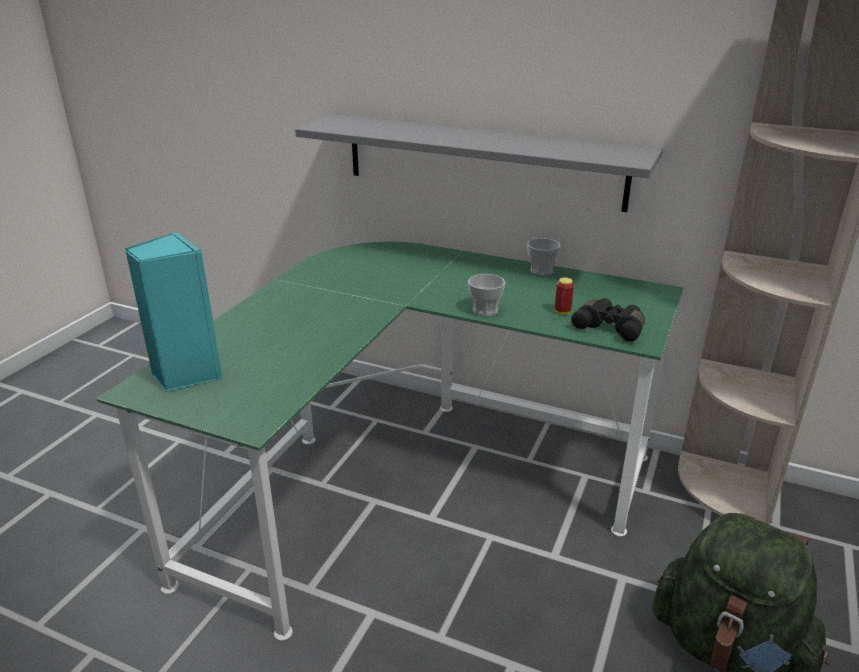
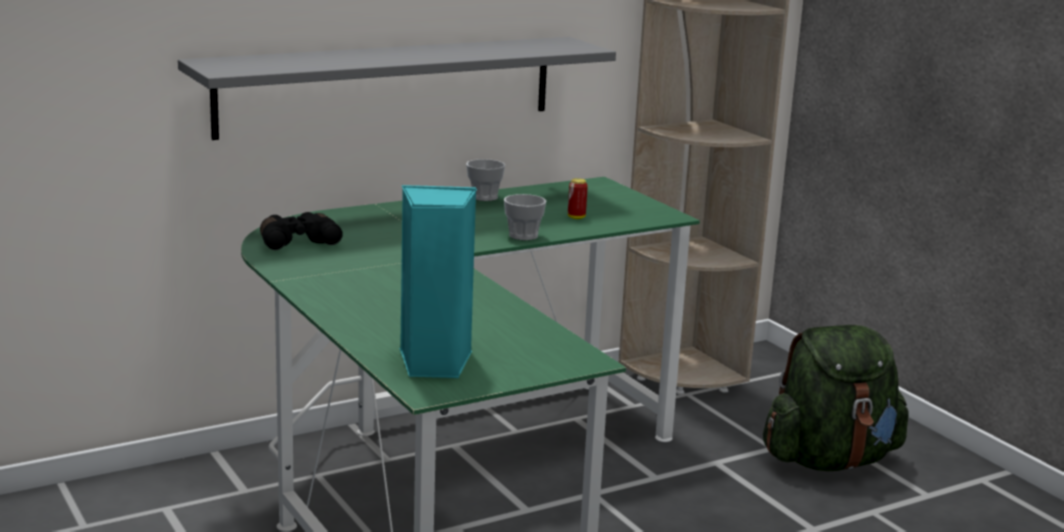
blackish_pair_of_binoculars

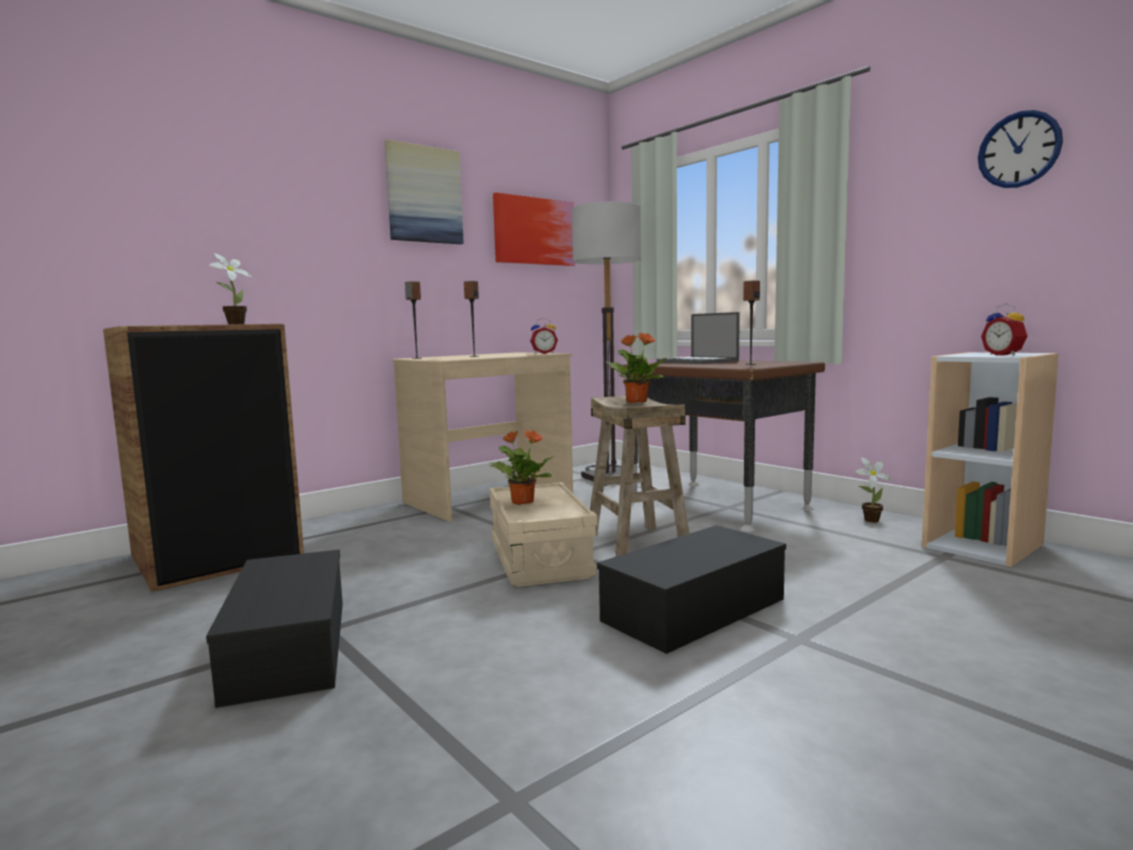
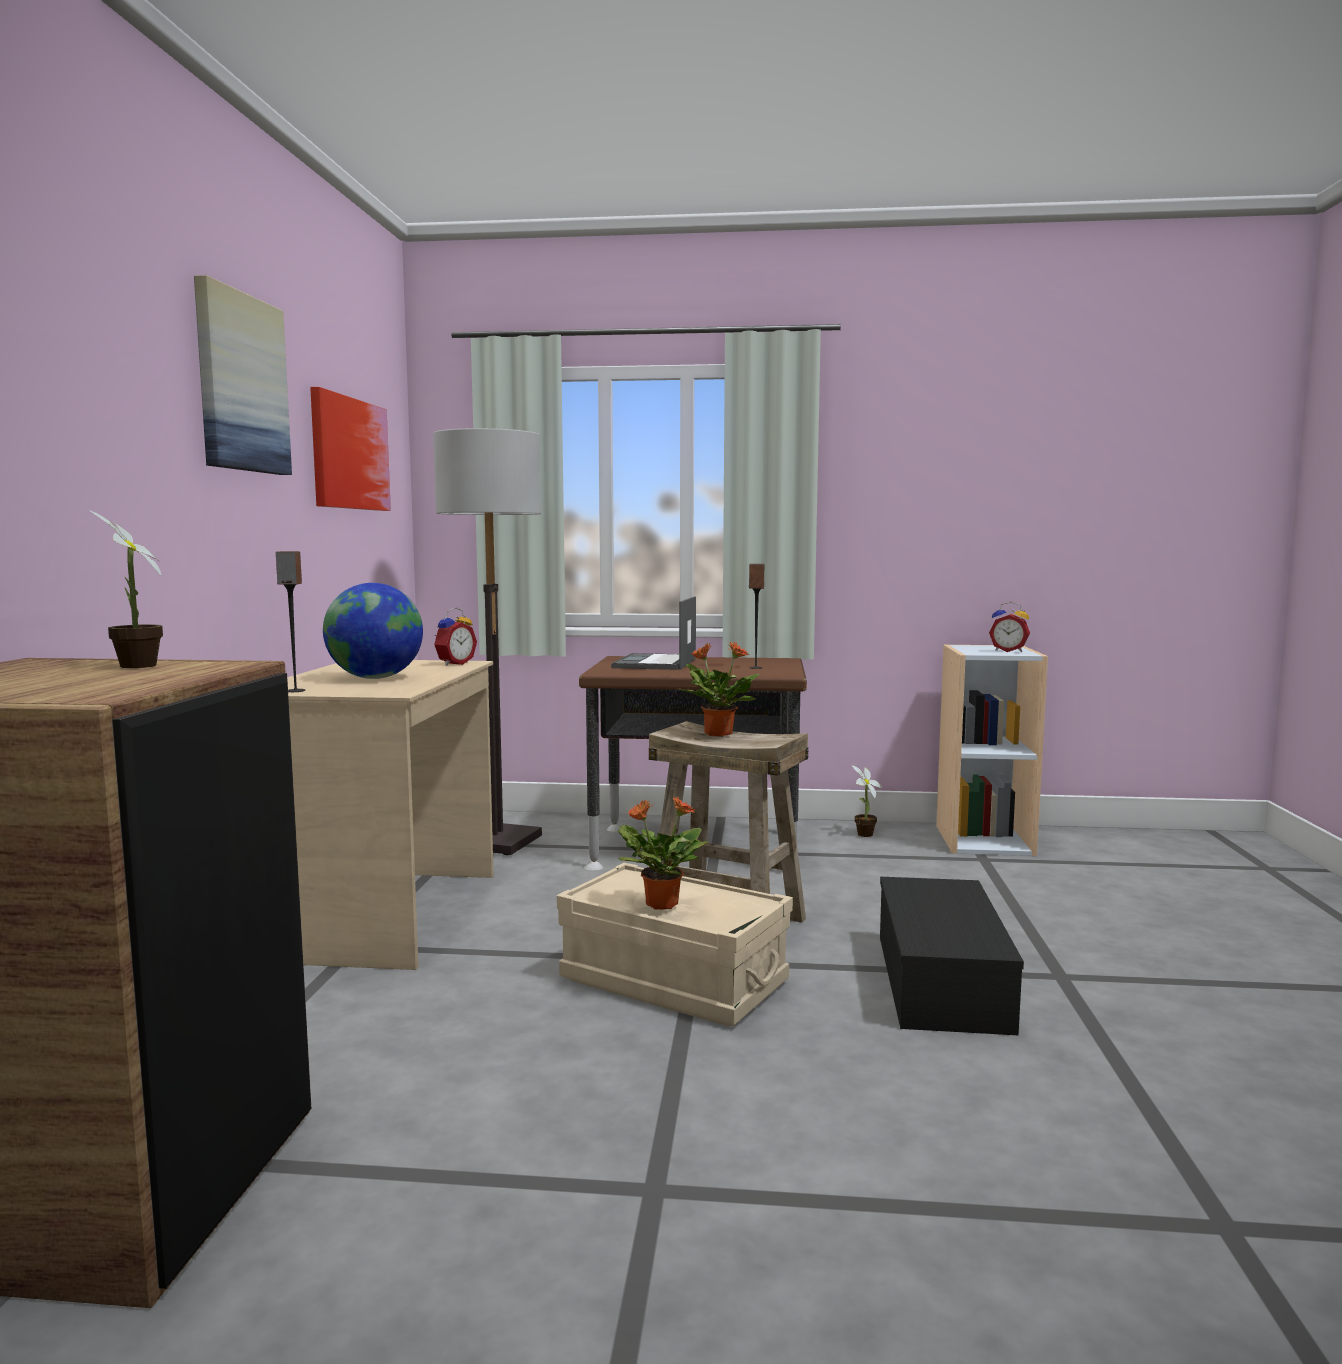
blackish_storage_box (1st from left in the first image)
globe
laptop
wall_clock

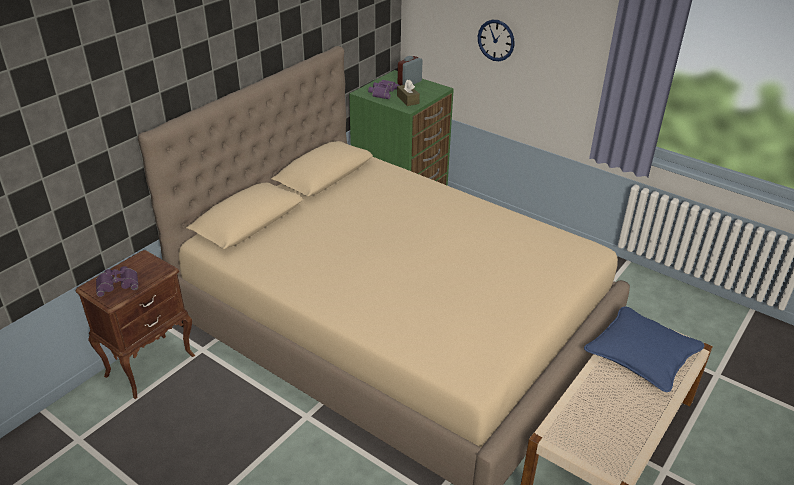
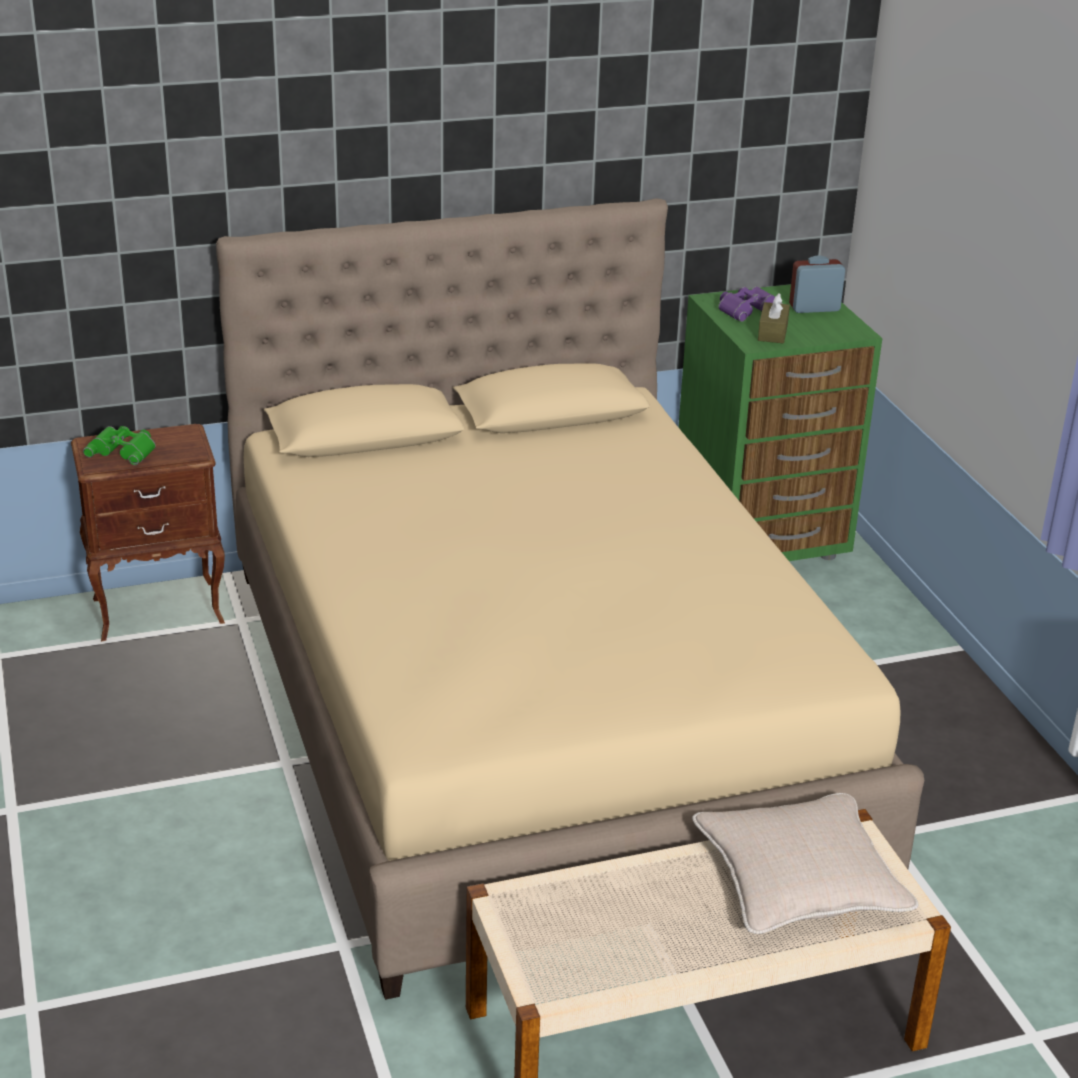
green_pair_of_binoculars
wall_clock
beige-coloured_throw_pillow

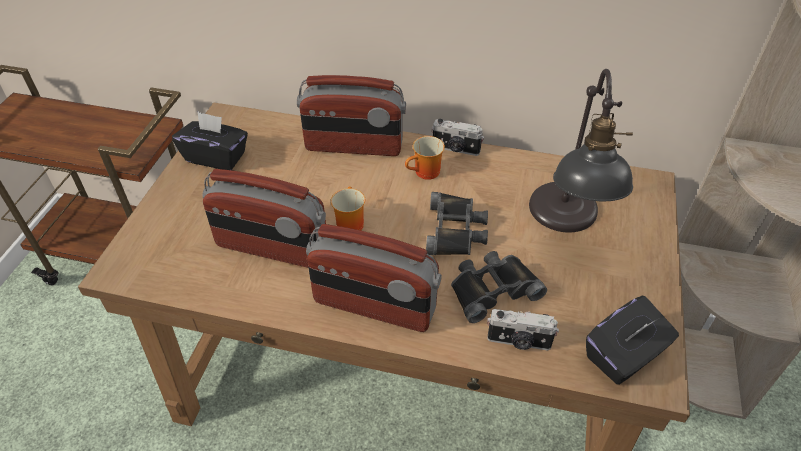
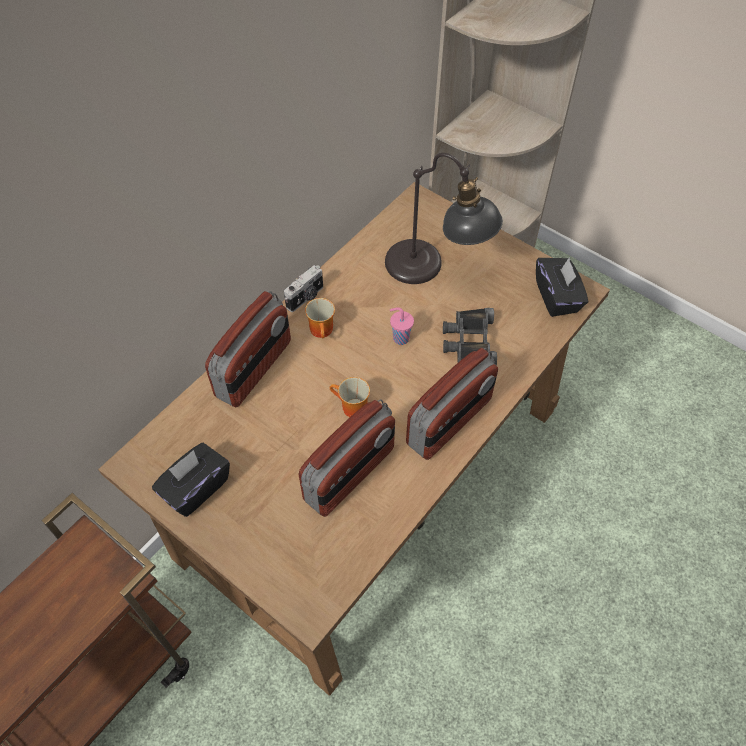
pink_drinking_cup
still_camera (2nd from left in the first image)

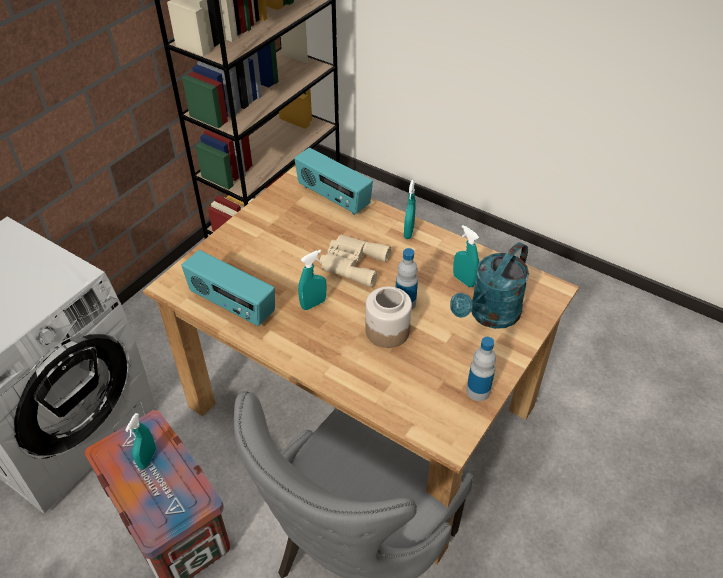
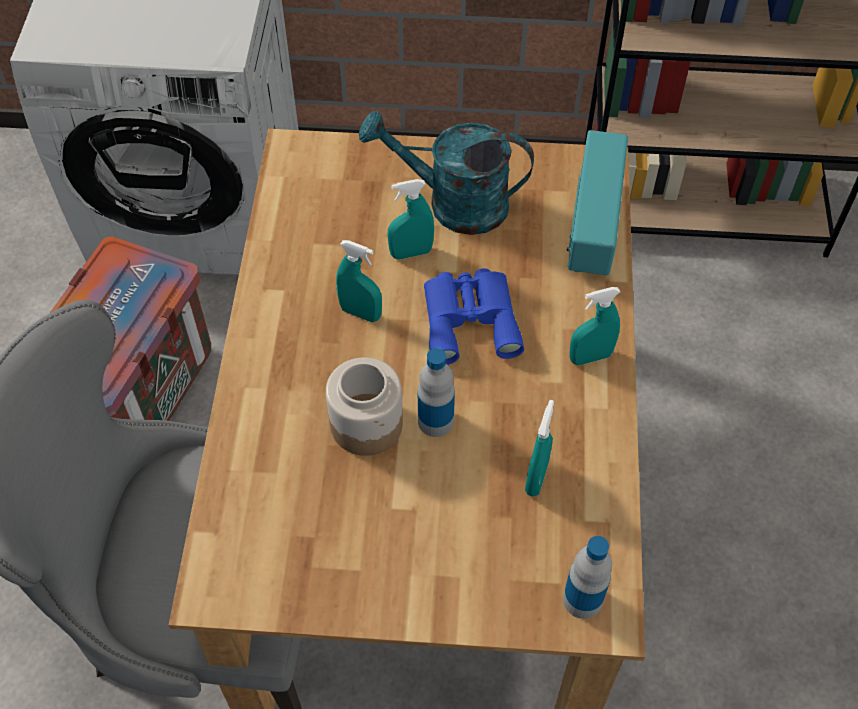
turquoise-coloured_spray_bottle (2nd from left)
radio_set (1st from left in the first image)
blue_pair_of_binoculars
turquoise-coloured_sprinkling_can
beverage_bottle (2nd from left)

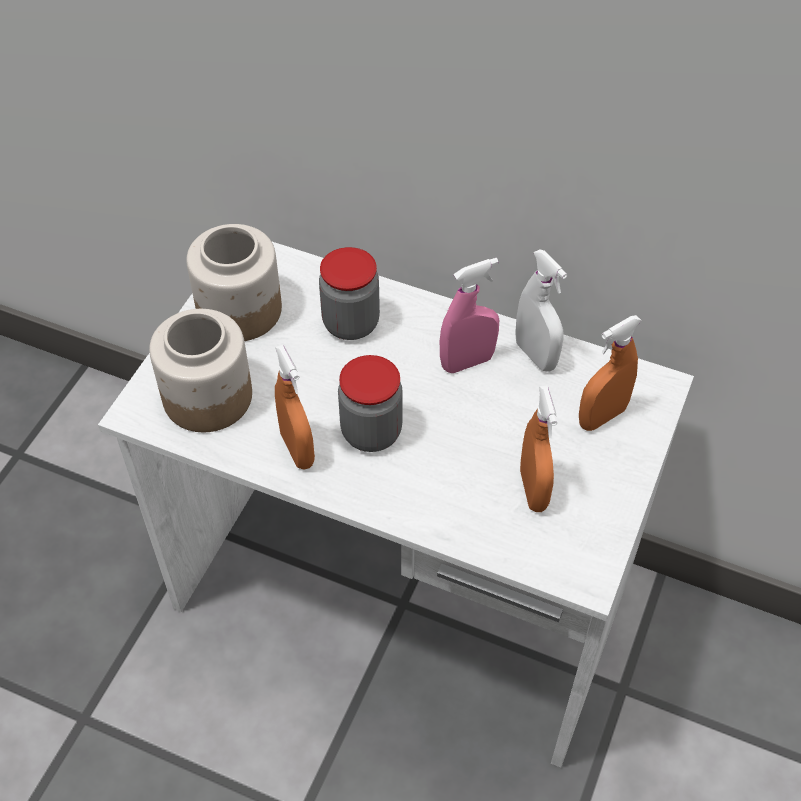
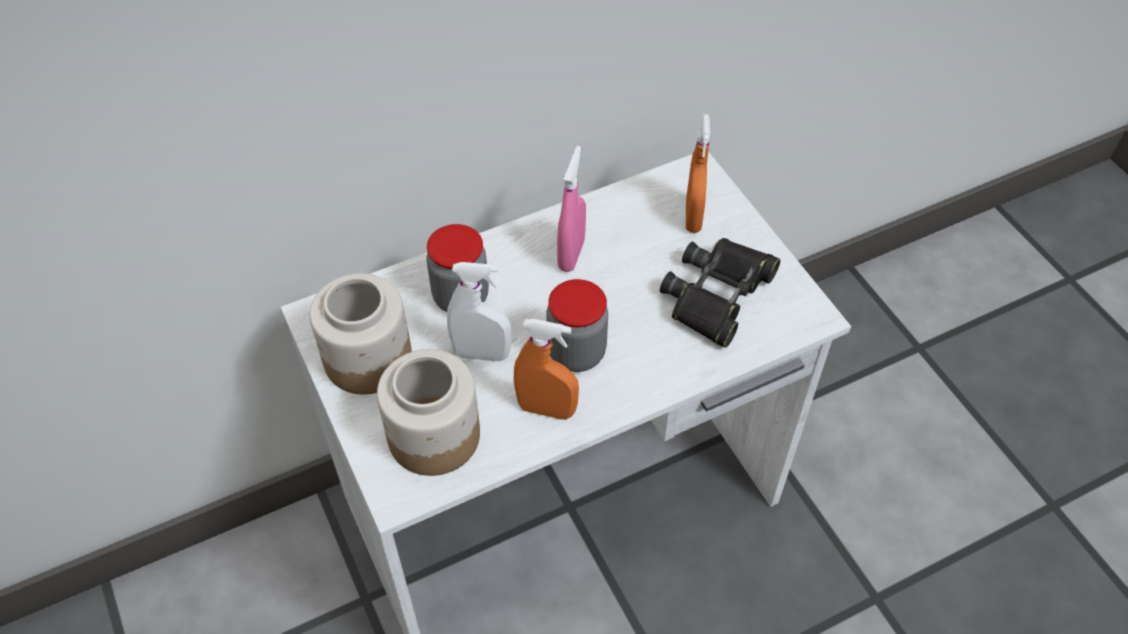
white-coloured_spray_bottle
blackish_pair_of_binoculars

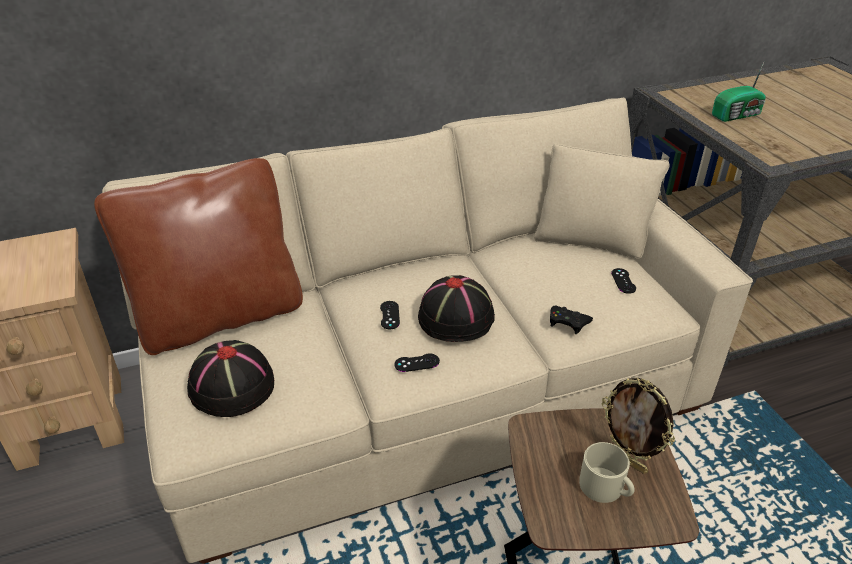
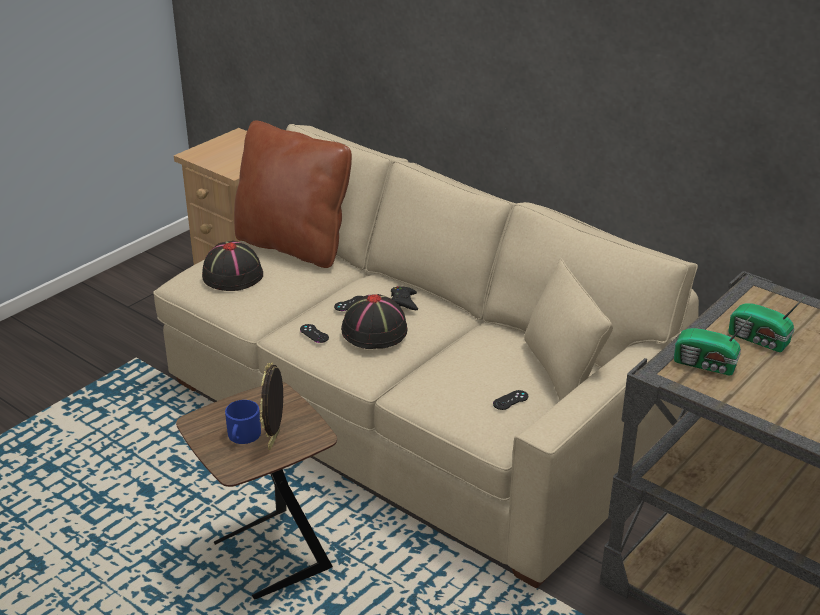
blackish_joypad (3rd from left)
blue_tea_mug
radio_set (1st from left)

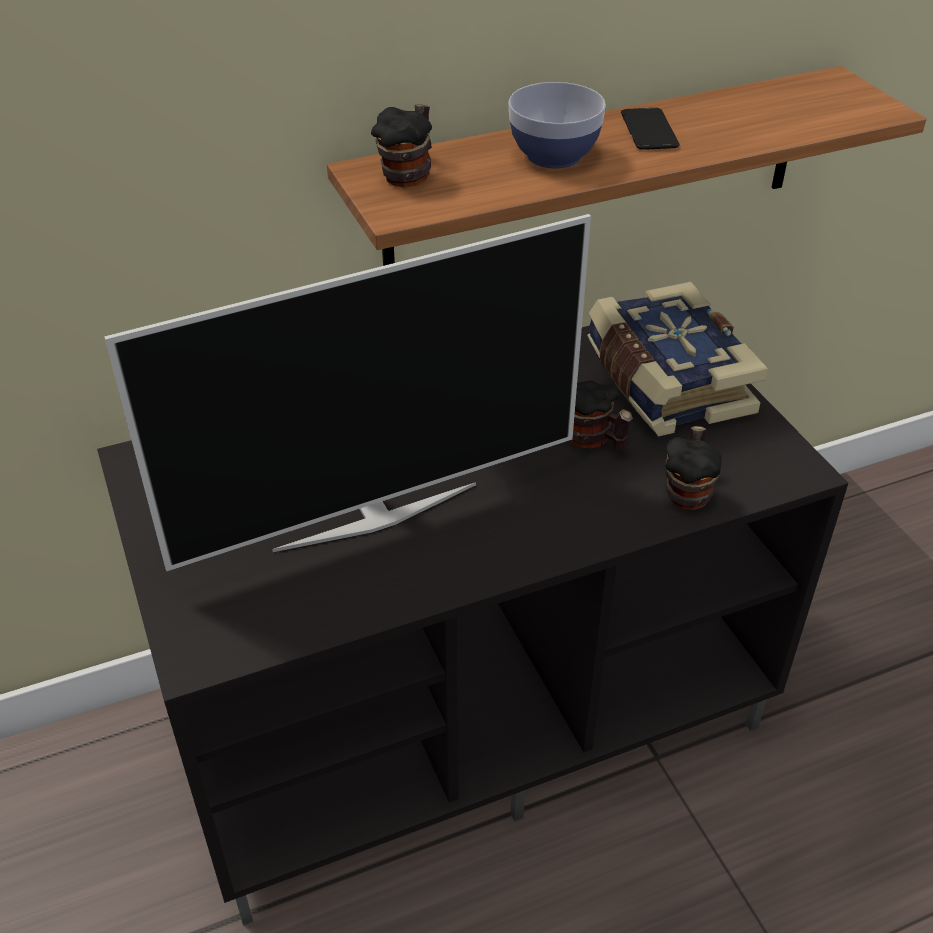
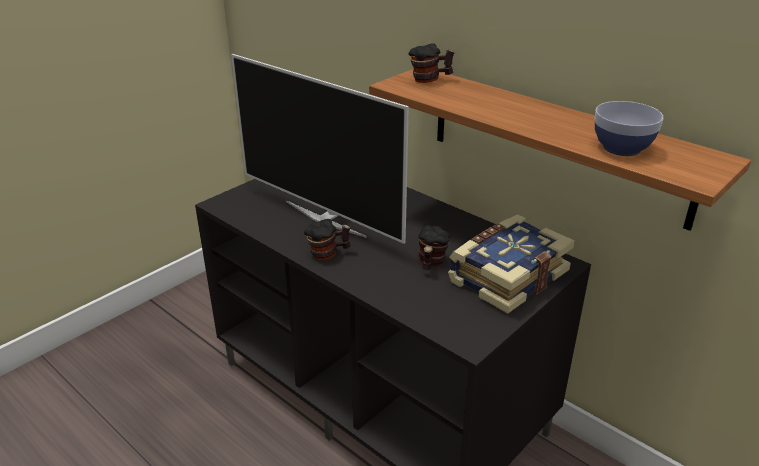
bowl
telephone
tea_mug (1st from left)

